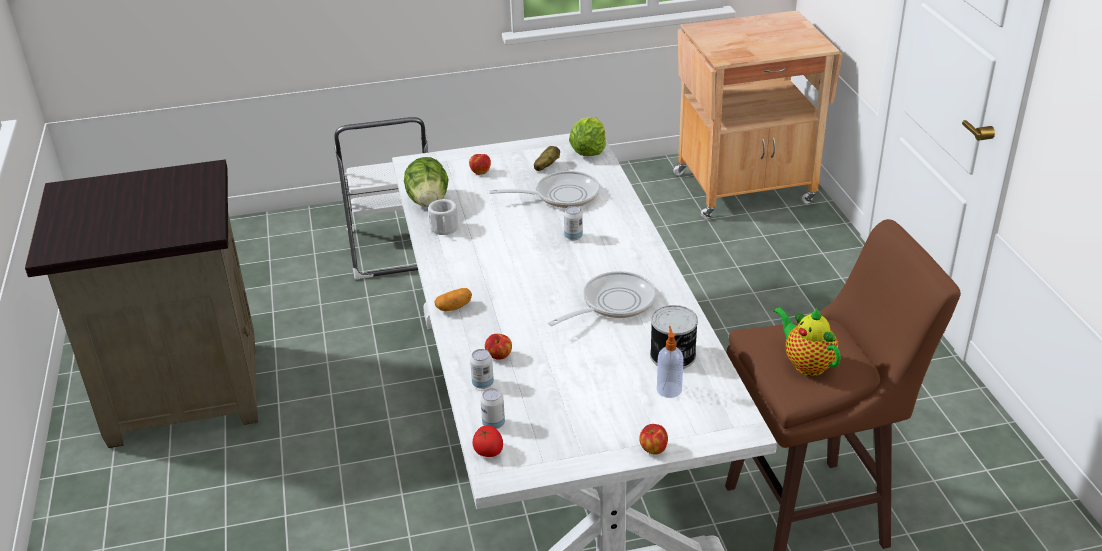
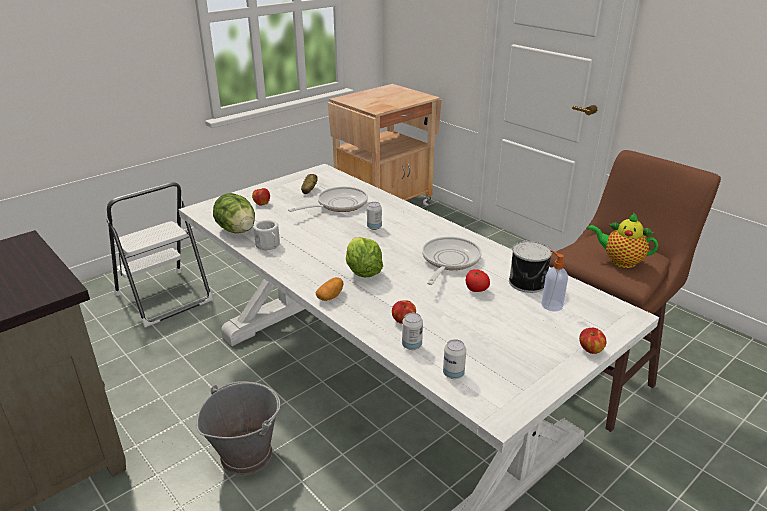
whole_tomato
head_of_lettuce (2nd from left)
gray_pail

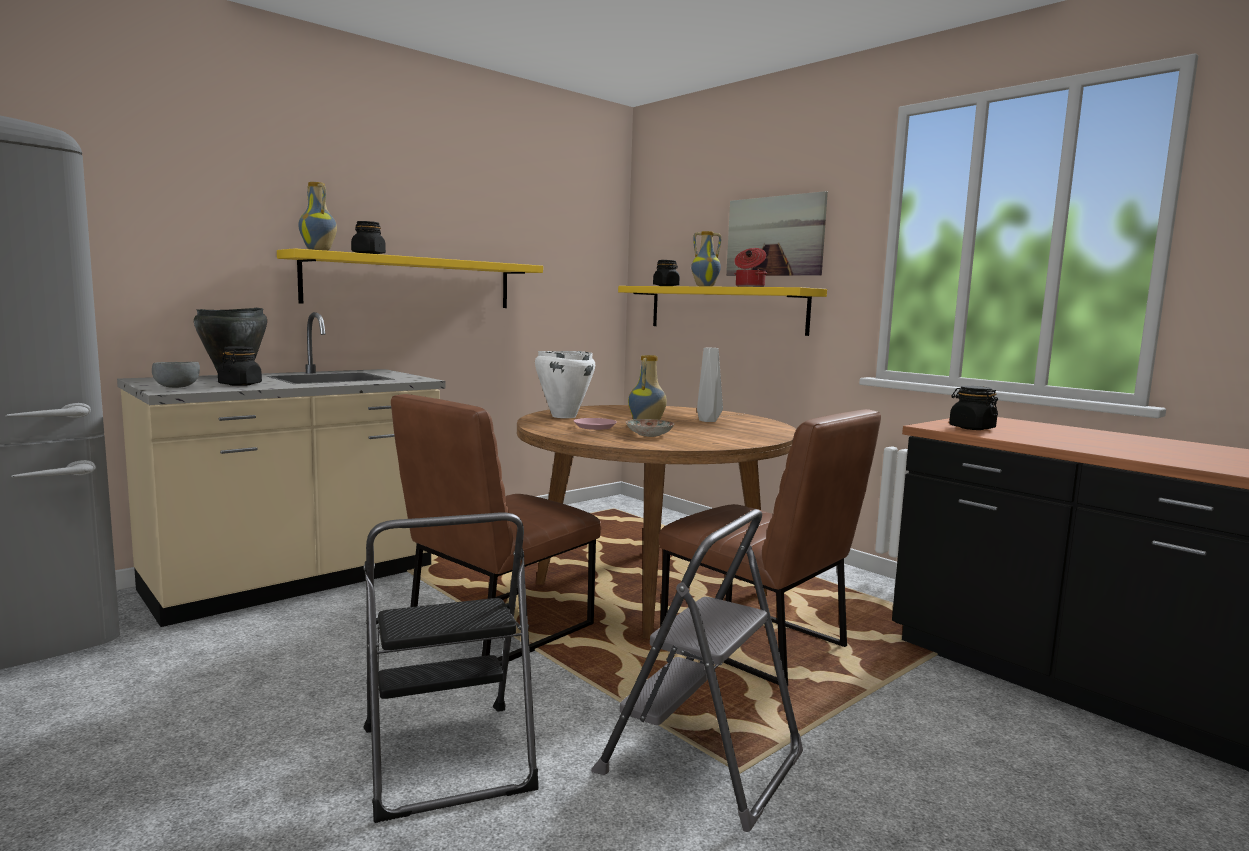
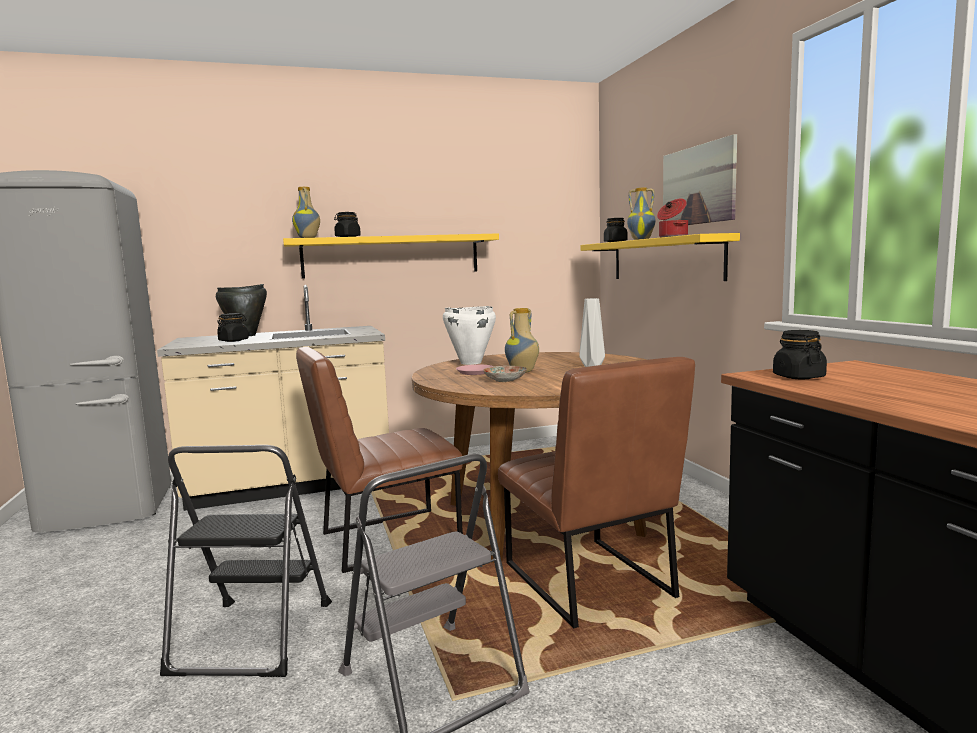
gray_bowl

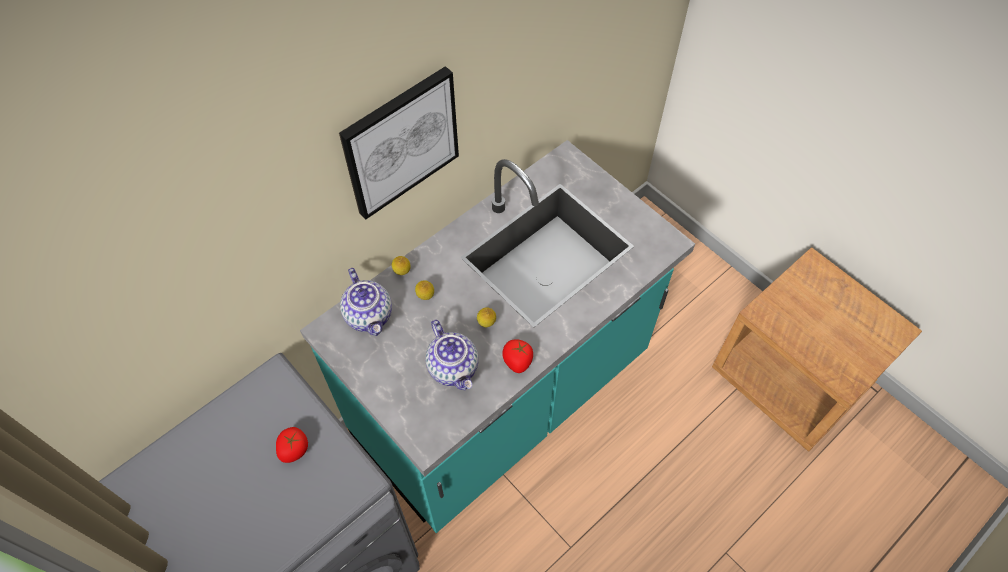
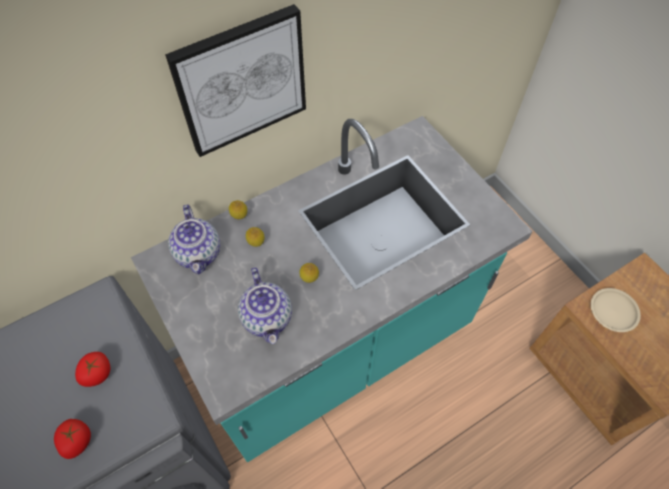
whole_tomato (1st from left)
beige-coloured_dinner_plate

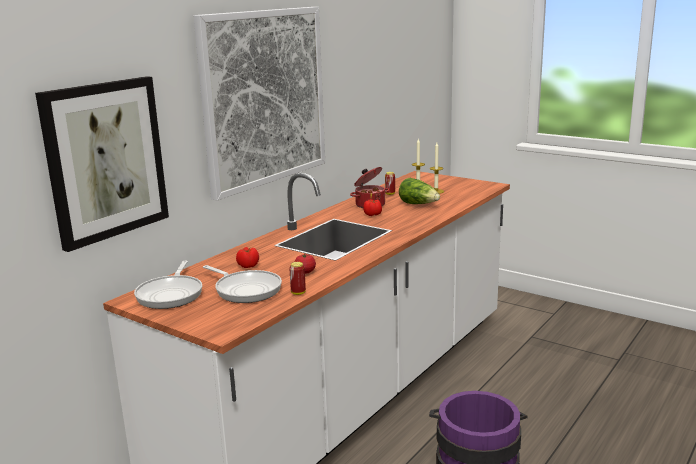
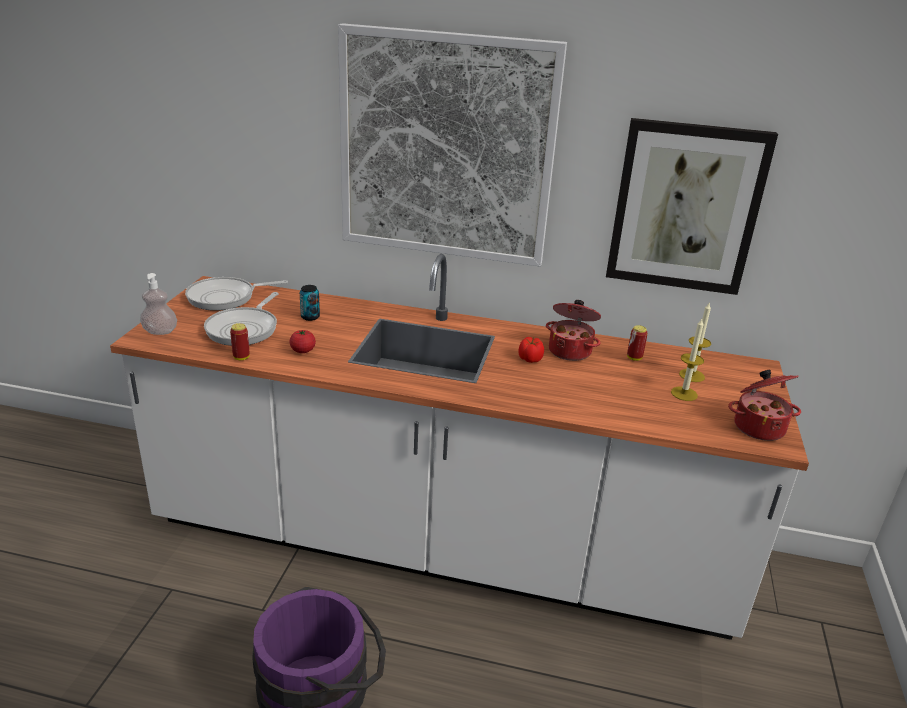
picture (2nd from left)
sealed_can (2nd from left)
head_of_lettuce
soap_dispenser
cooking_pot (2nd from left)

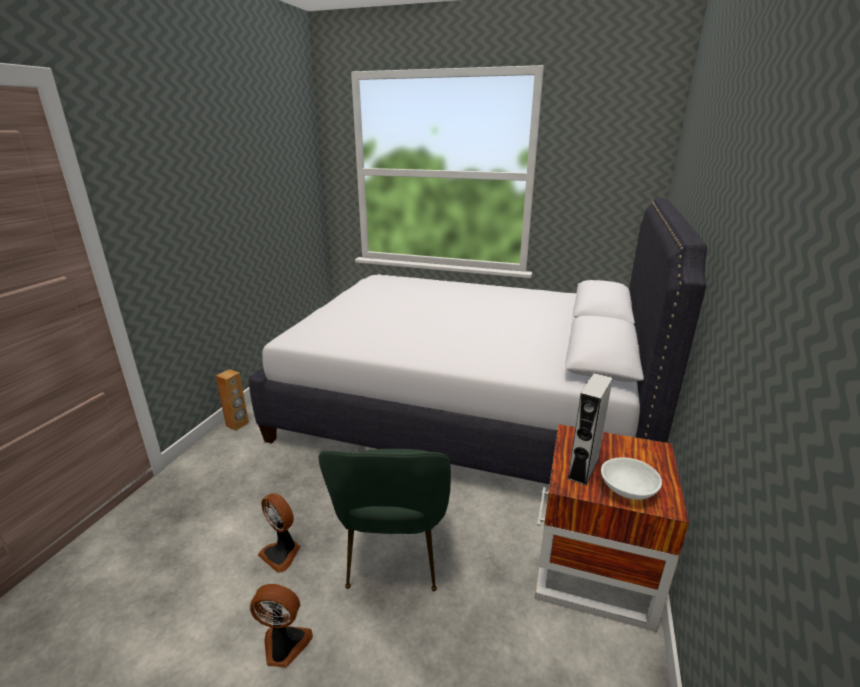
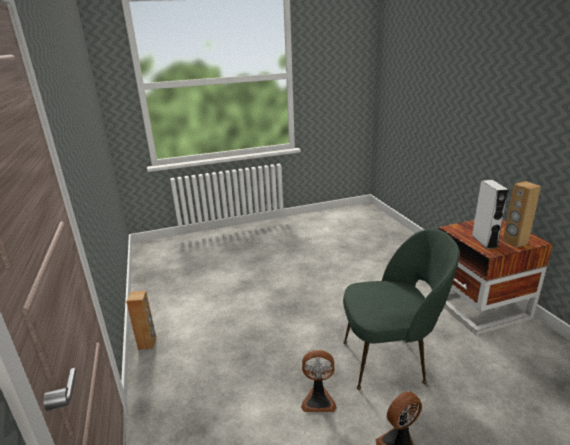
white-coloured_bedroom_bed
green_chair
brownish_loudspeaker (2nd from left)

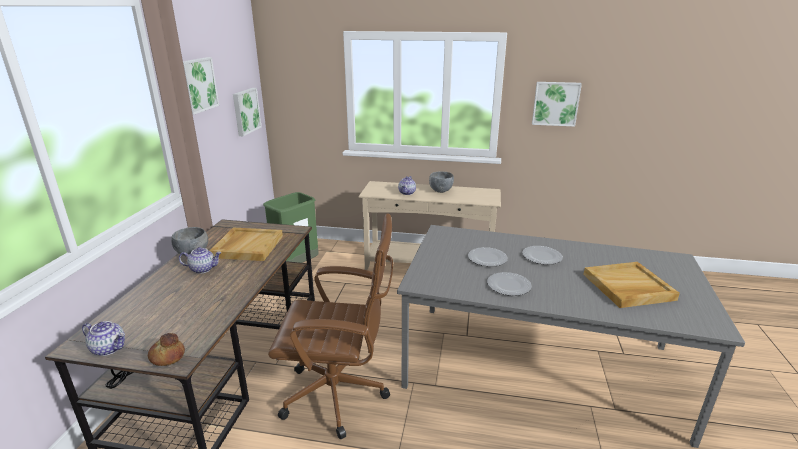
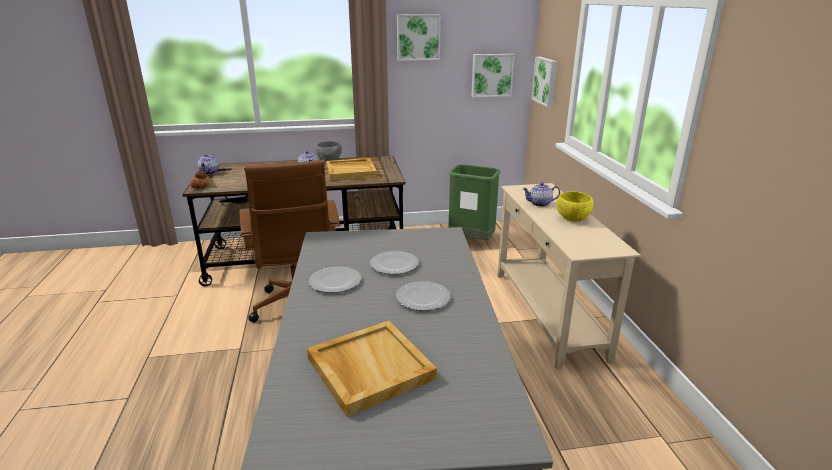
yellowish_bowl
picture (3rd from left)

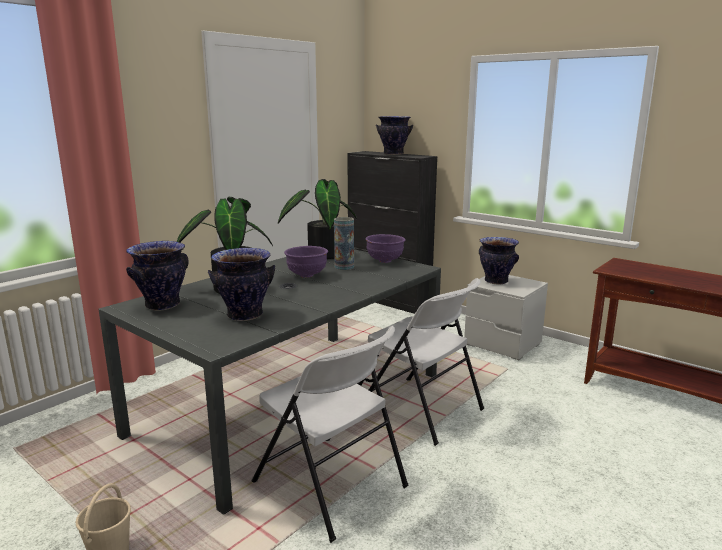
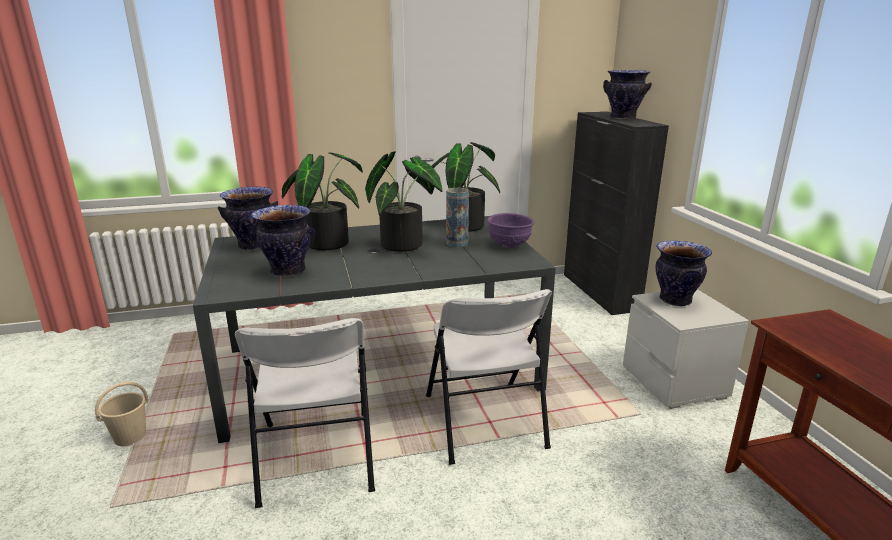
potted_plant (2nd from left)

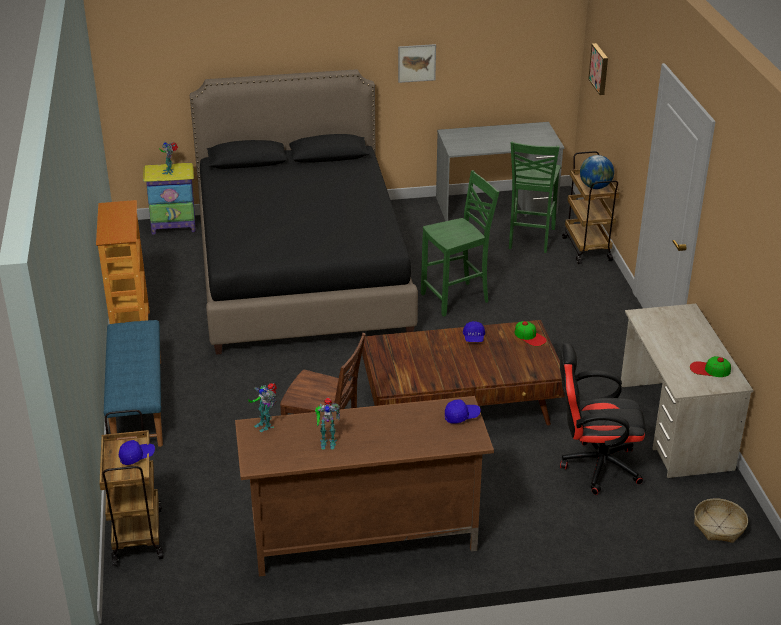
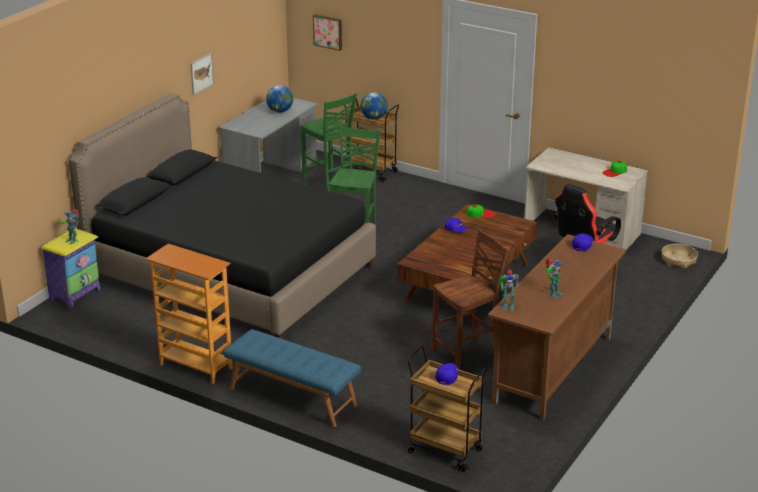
globe (1st from left)

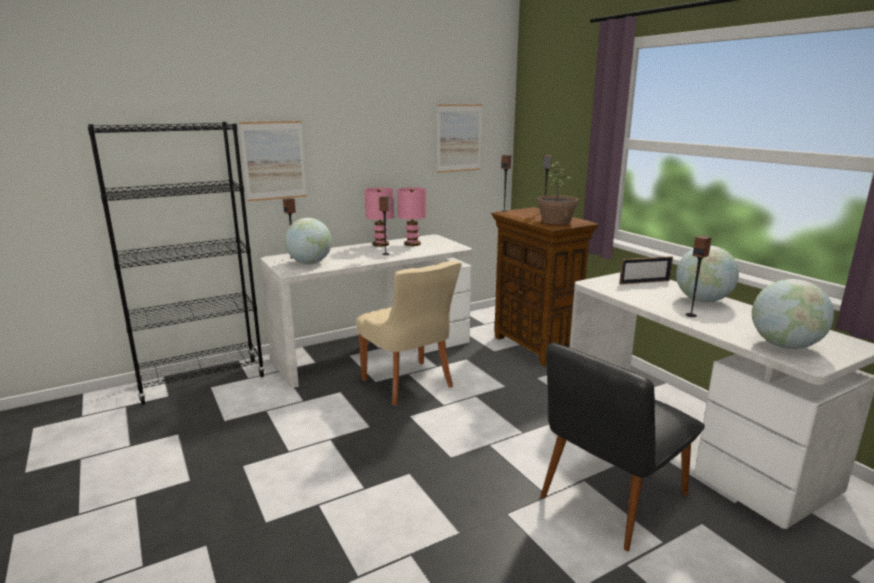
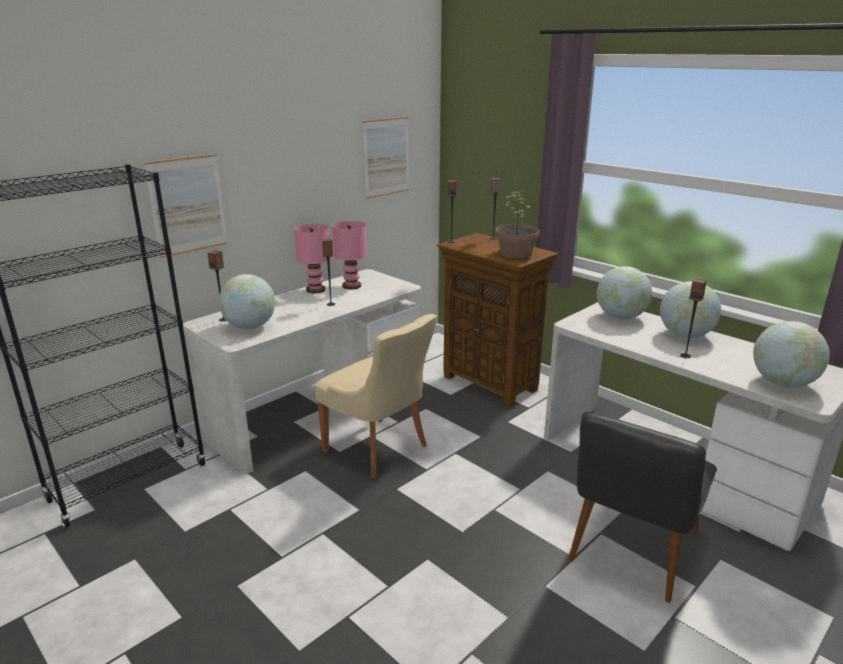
globe (2nd from left)

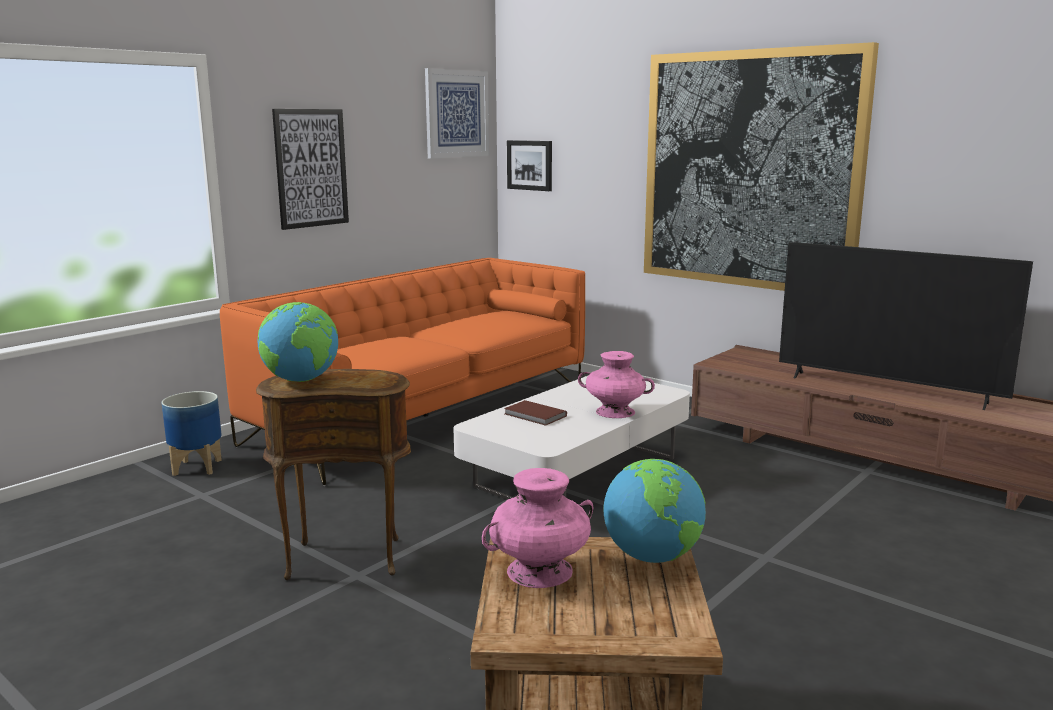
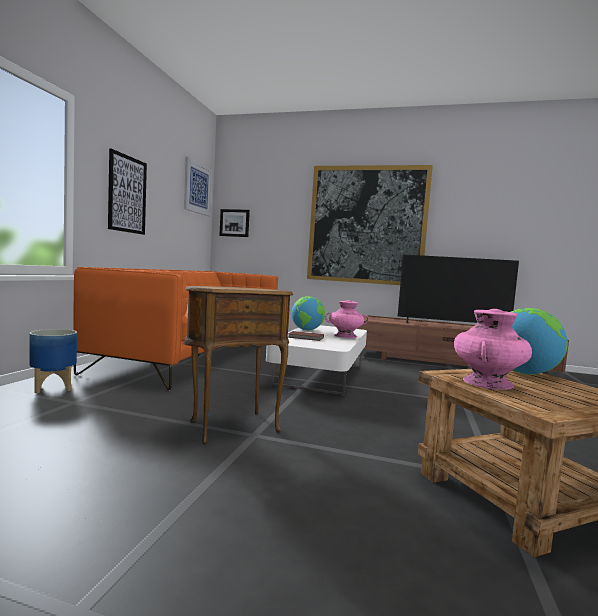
globe (1st from left)

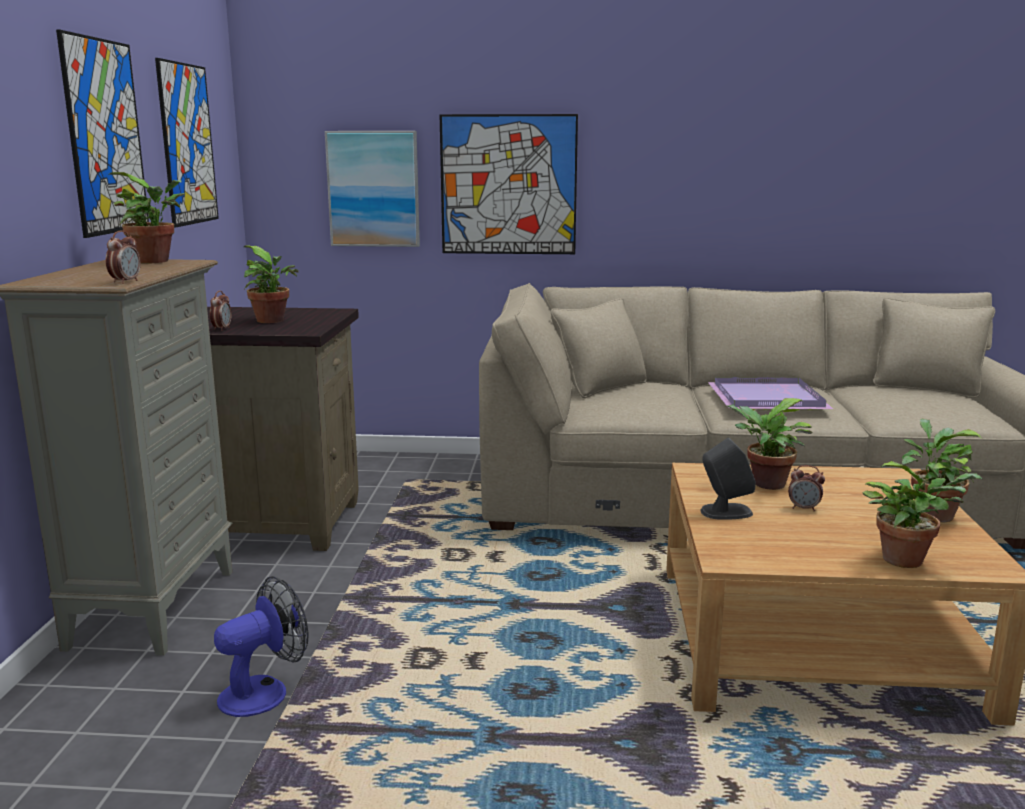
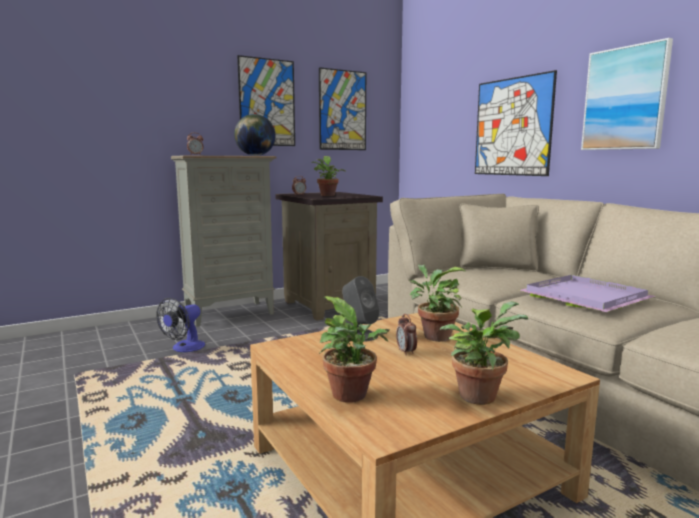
globe
cooling_fan
picture (4th from left)

